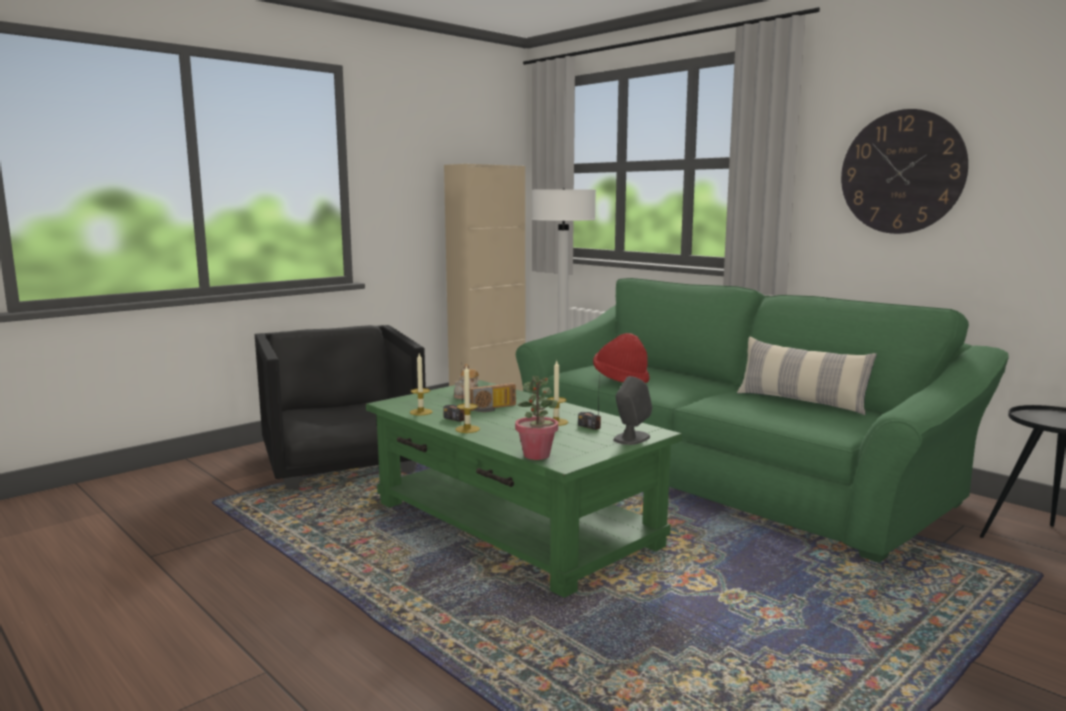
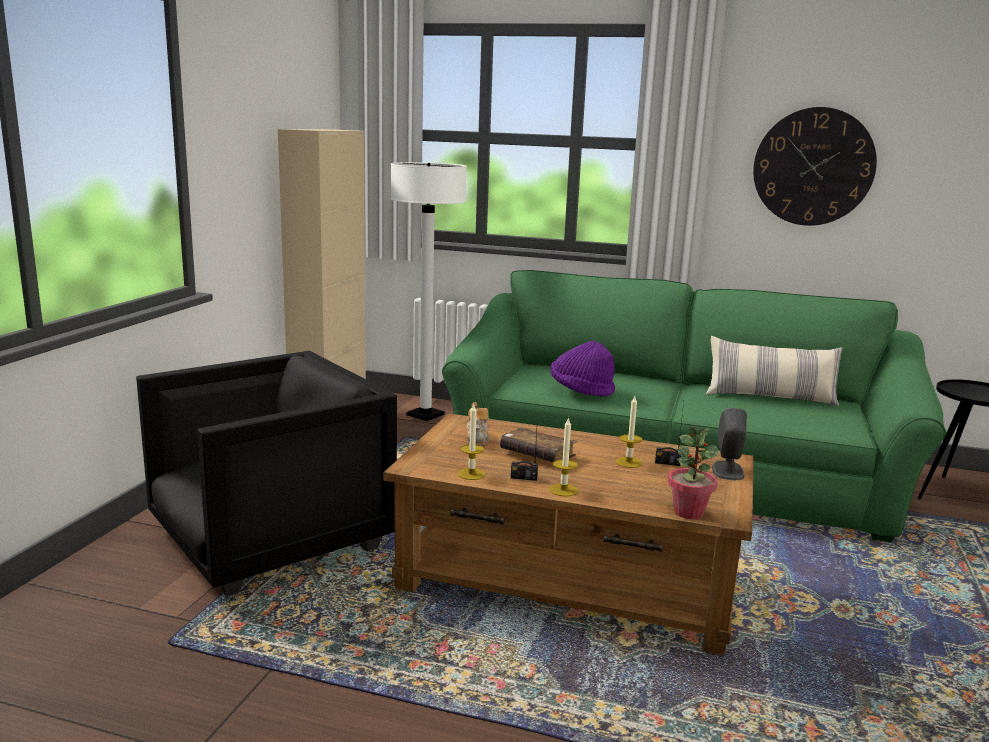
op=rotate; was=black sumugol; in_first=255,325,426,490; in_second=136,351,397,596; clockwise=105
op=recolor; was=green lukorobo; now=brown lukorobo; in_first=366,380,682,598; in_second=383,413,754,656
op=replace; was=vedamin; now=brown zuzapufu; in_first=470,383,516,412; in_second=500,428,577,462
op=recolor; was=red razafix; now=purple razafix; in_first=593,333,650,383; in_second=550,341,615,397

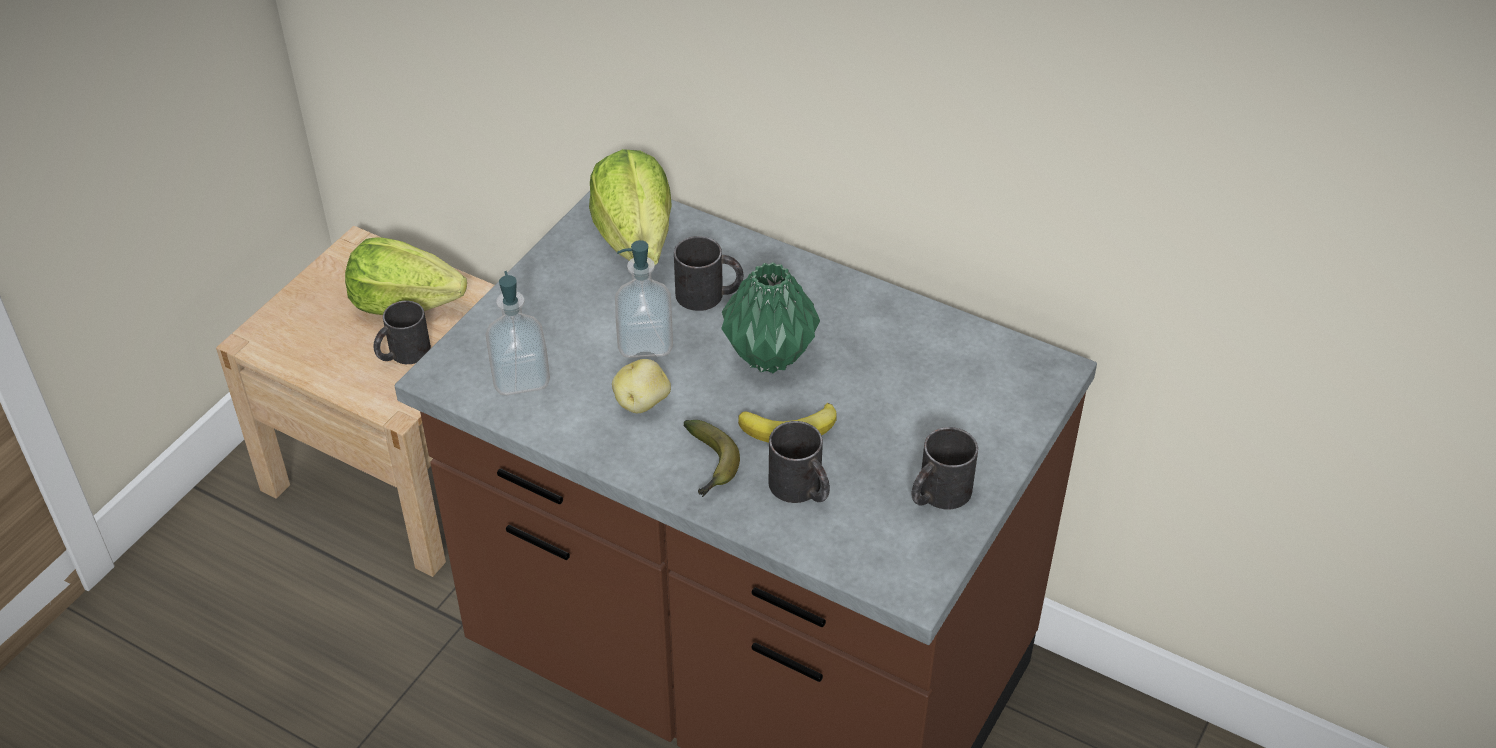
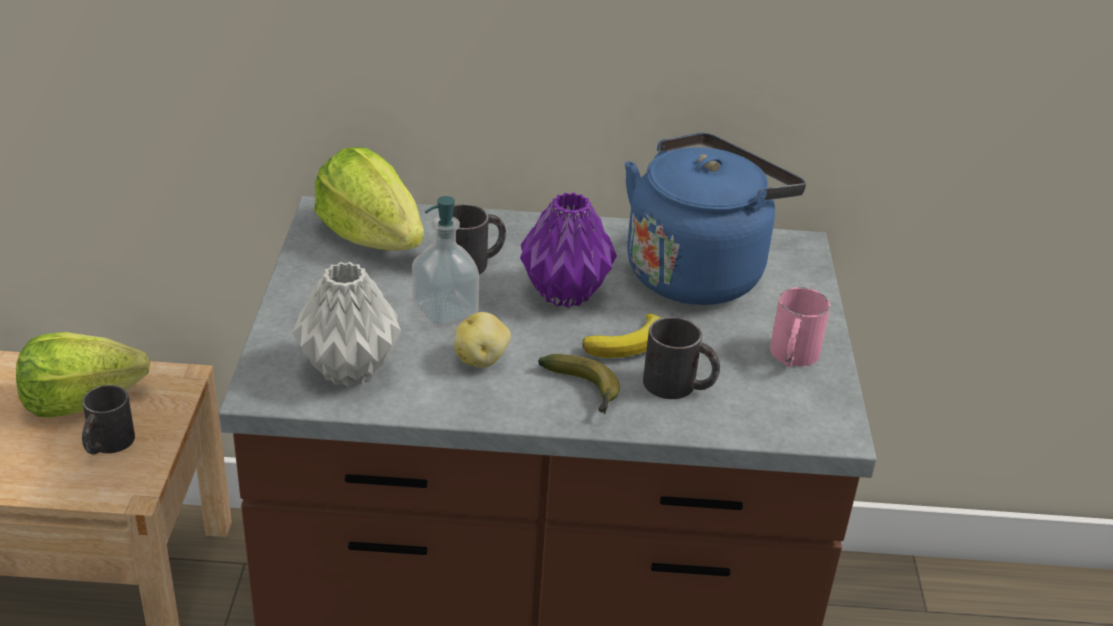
op=replace; was=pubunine; now=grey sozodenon; in_first=485,271,550,395; in_second=293,262,401,387
op=recolor; was=green sozodenon; now=purple sozodenon; in_first=721,262,820,373; in_second=520,192,617,308
op=insert; now=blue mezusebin; in_second=625,133,806,305
op=recolor; was=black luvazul; now=pink luvazul; in_first=912,427,978,509; in_second=770,287,830,367

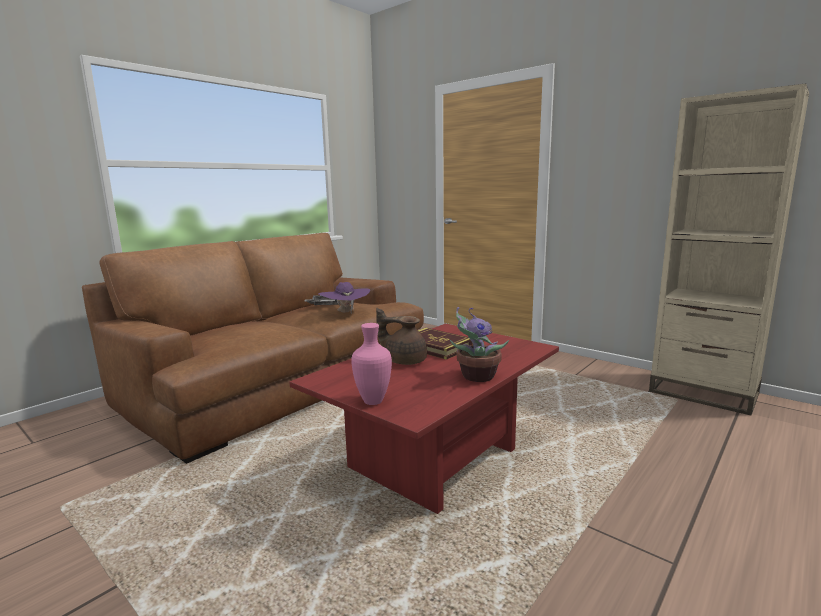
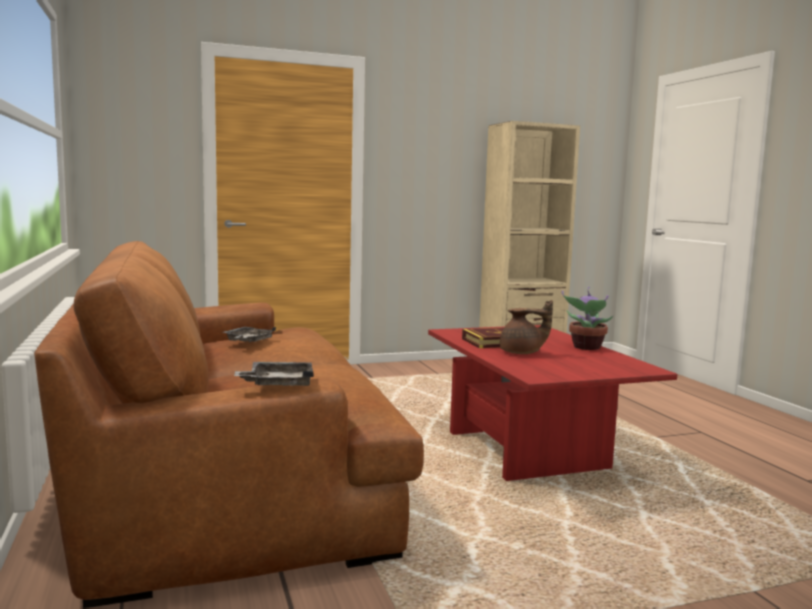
op=insert; now=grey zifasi; in_second=234,362,314,386
op=rotate; was=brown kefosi; in_first=376,308,427,365; in_second=500,300,553,354; clockwise=-135
op=delete; was=purple razafix; in_first=319,282,370,313
op=delete; was=pink sozodenon; in_first=352,323,392,405

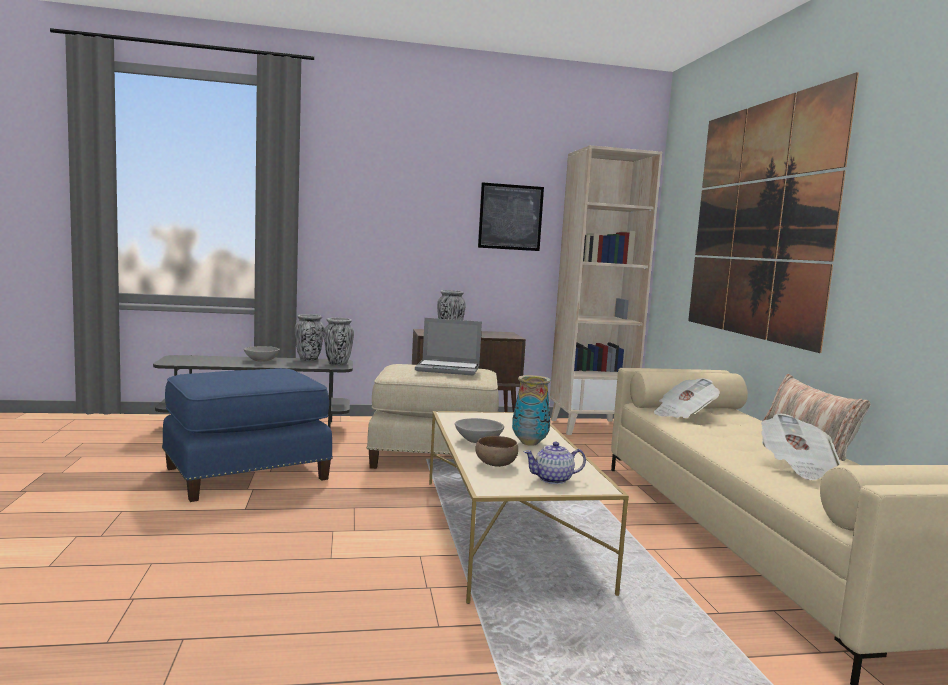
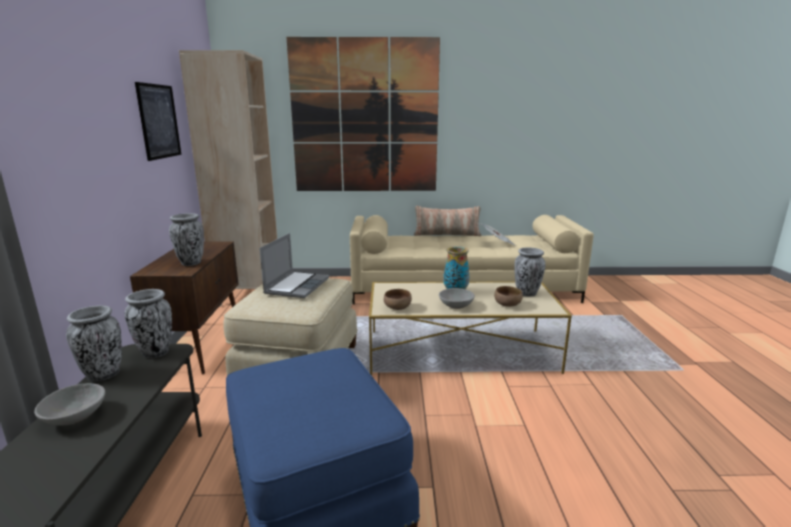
op=insert; now=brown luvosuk; in_second=384,289,412,310
op=replace; was=kefosi; now=sozodenon; in_first=524,442,586,484; in_second=514,247,545,296
op=delete; was=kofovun; in_first=654,378,720,418

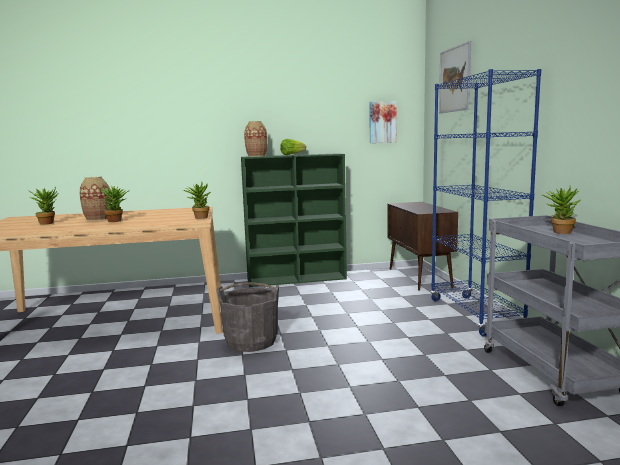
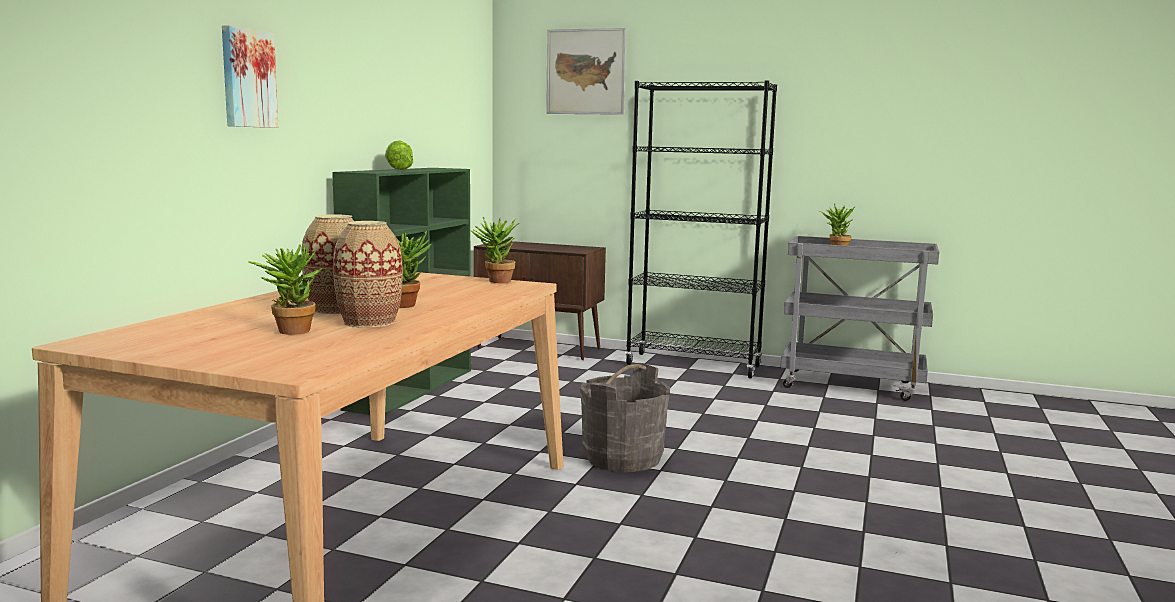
op=move; was=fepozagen; in_first=369,101,397,143; in_second=222,25,278,128
op=move; was=sozodenon; in_first=244,121,267,157; in_second=333,221,403,328
op=recolor; was=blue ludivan; now=black ludivan; in_first=430,69,541,337; in_second=625,80,777,378

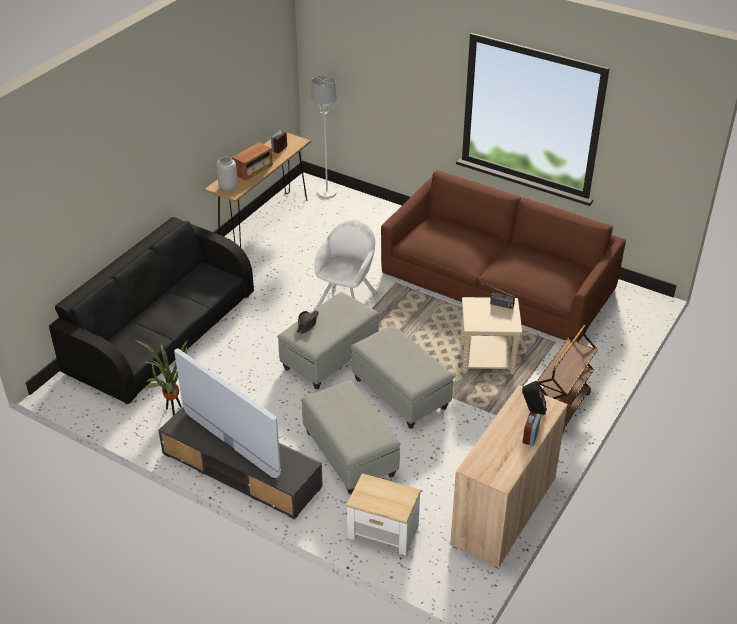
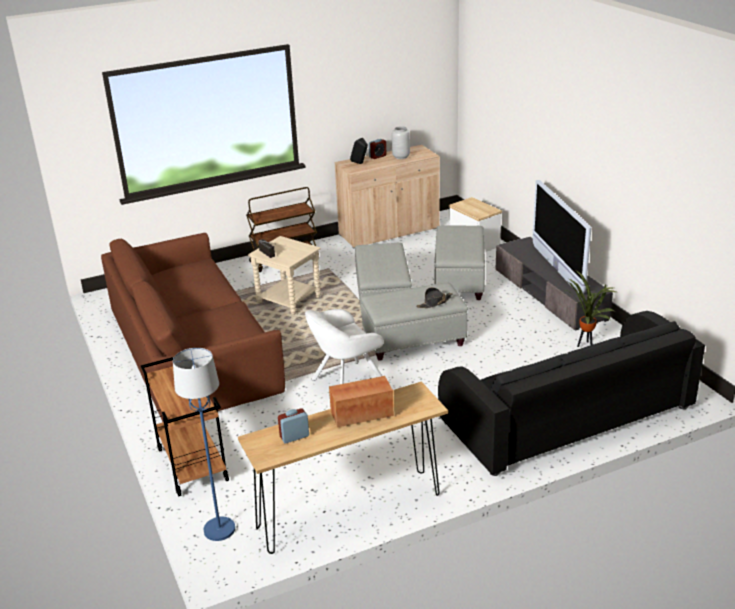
op=insert; now=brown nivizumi; in_second=141,357,229,497
op=recolor; was=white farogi; now=blue farogi; in_first=311,75,337,199; in_second=173,348,235,541
op=move; was=grey sozodenon; in_first=217,157,238,191; in_second=392,126,410,159

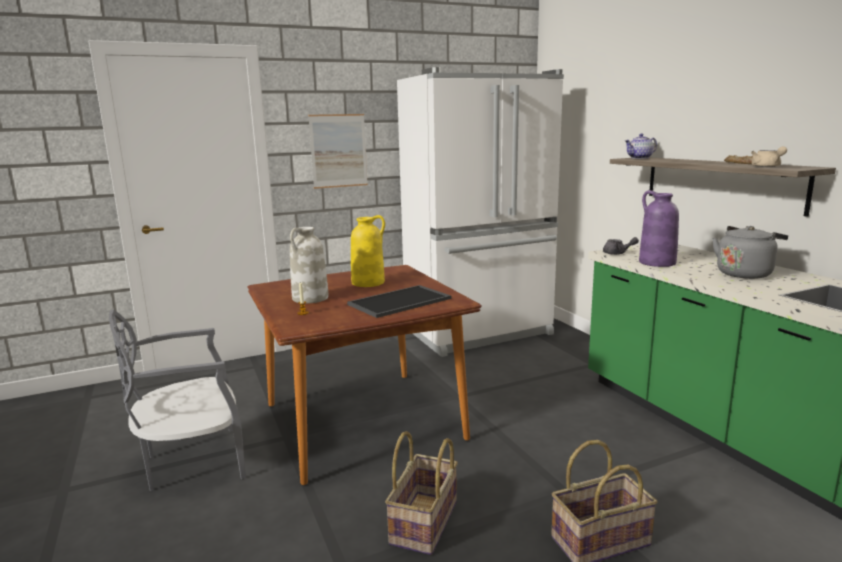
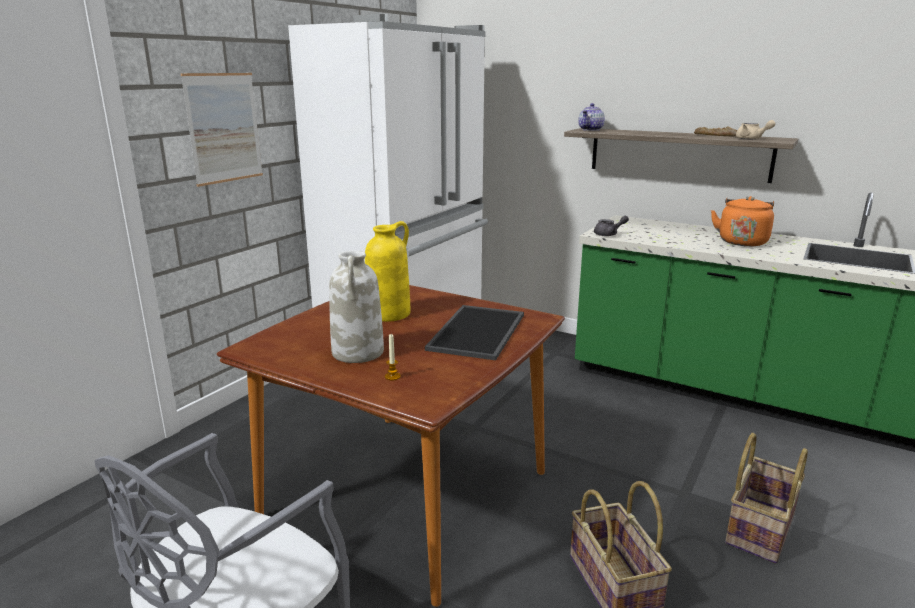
op=recolor; was=grey mezusebin; now=orange mezusebin; in_first=712,226,788,279; in_second=711,196,774,246
op=delete; was=purple sozodenon; in_first=639,190,679,267

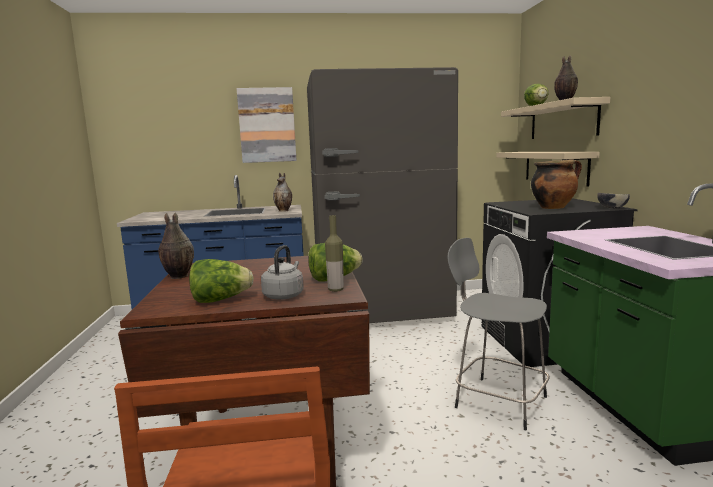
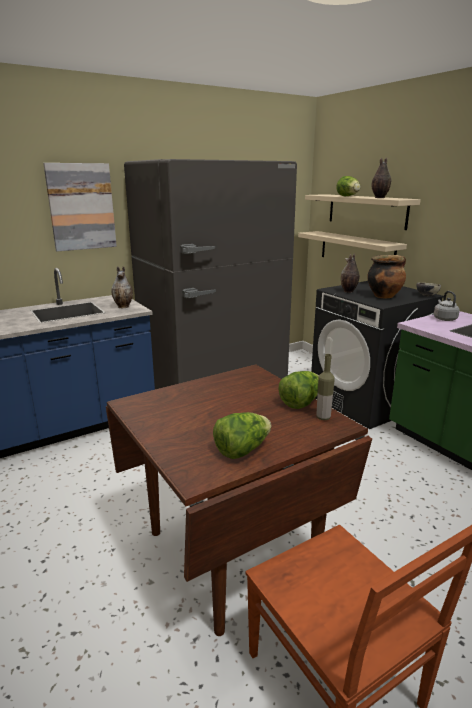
op=move; was=sozodenon; in_first=158,213,194,279; in_second=341,253,360,293
op=move; was=grey mezusebin; in_first=261,245,304,300; in_second=434,291,460,321
op=delete; was=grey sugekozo; in_first=447,238,550,430

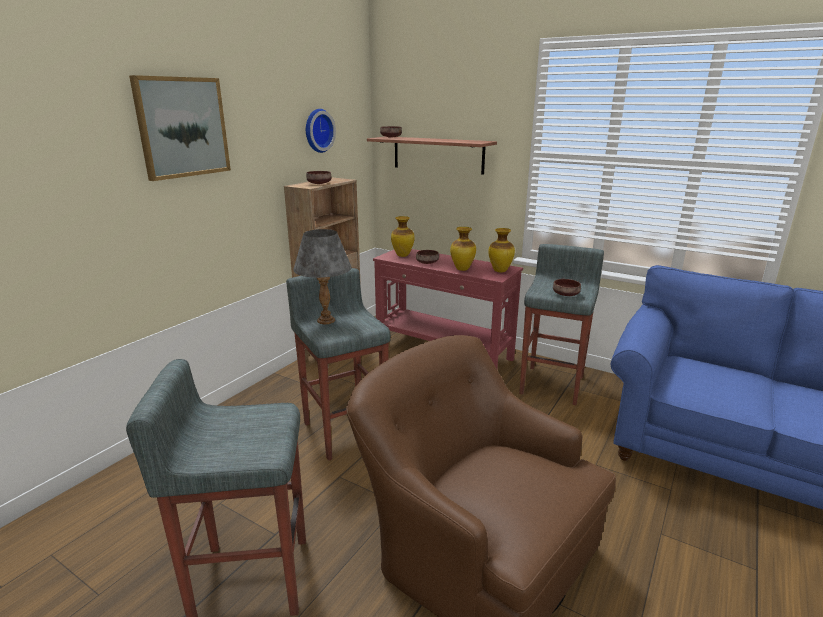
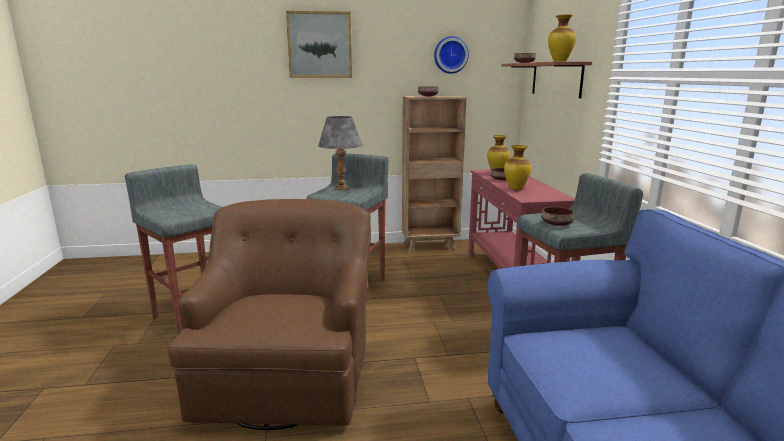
op=move; was=sozodenon; in_first=488,228,515,272; in_second=548,14,576,62

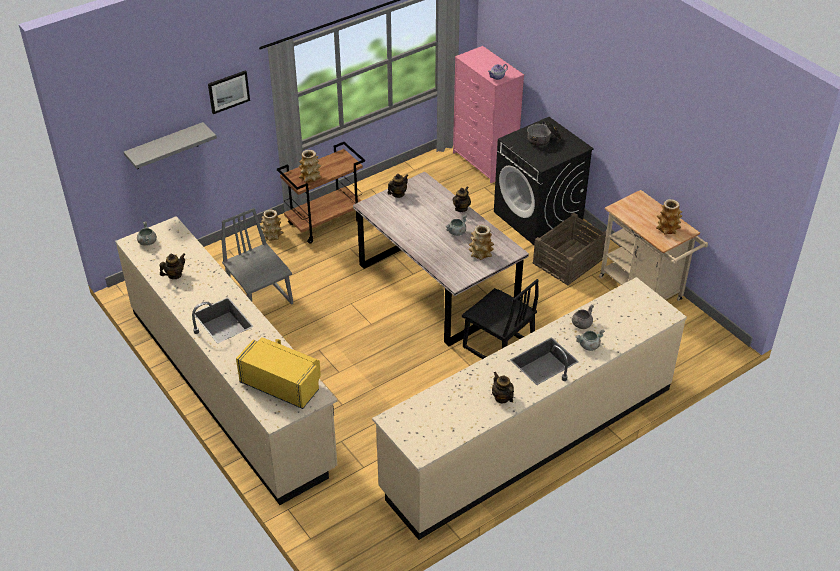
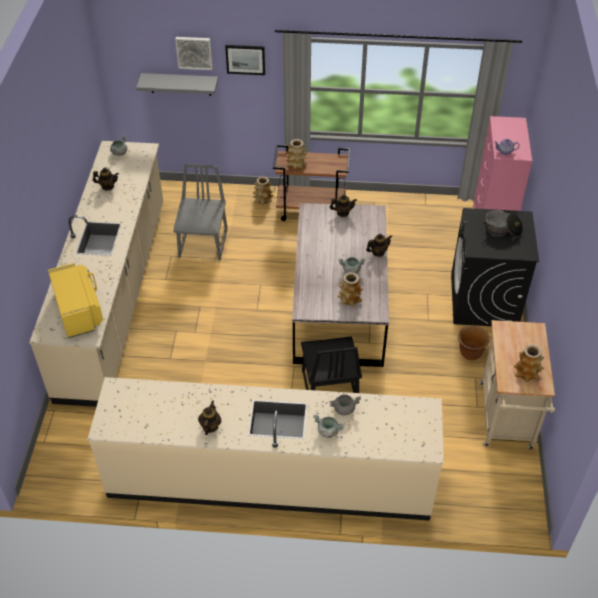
op=insert; now=fepozagen; in_second=175,37,212,70
op=replace; was=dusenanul; now=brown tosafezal; in_first=533,213,606,285; in_second=458,326,490,360

